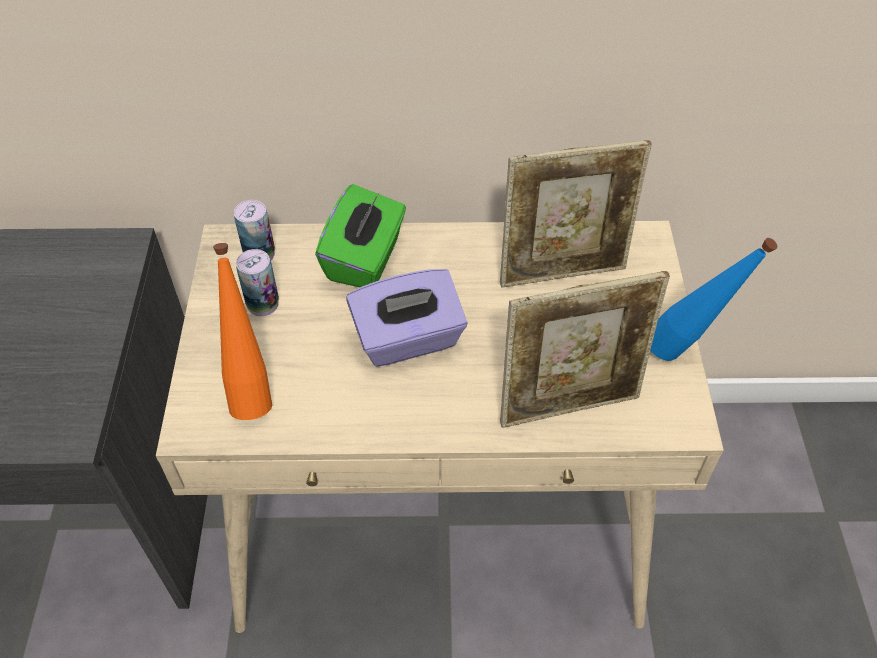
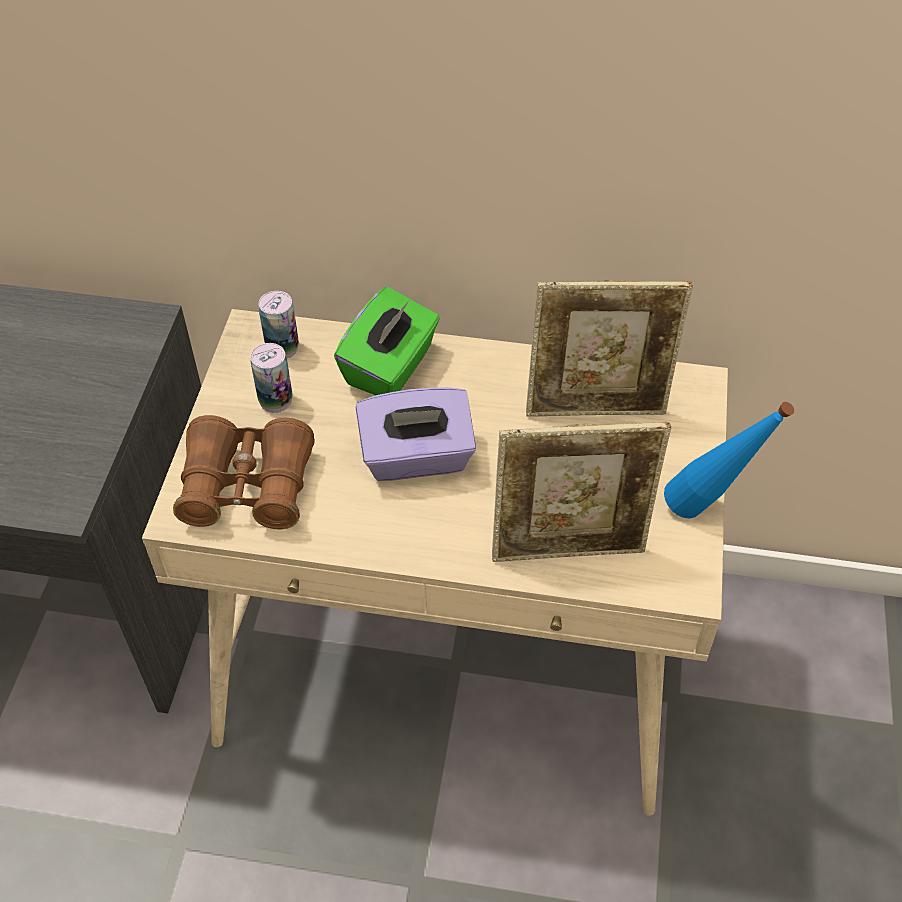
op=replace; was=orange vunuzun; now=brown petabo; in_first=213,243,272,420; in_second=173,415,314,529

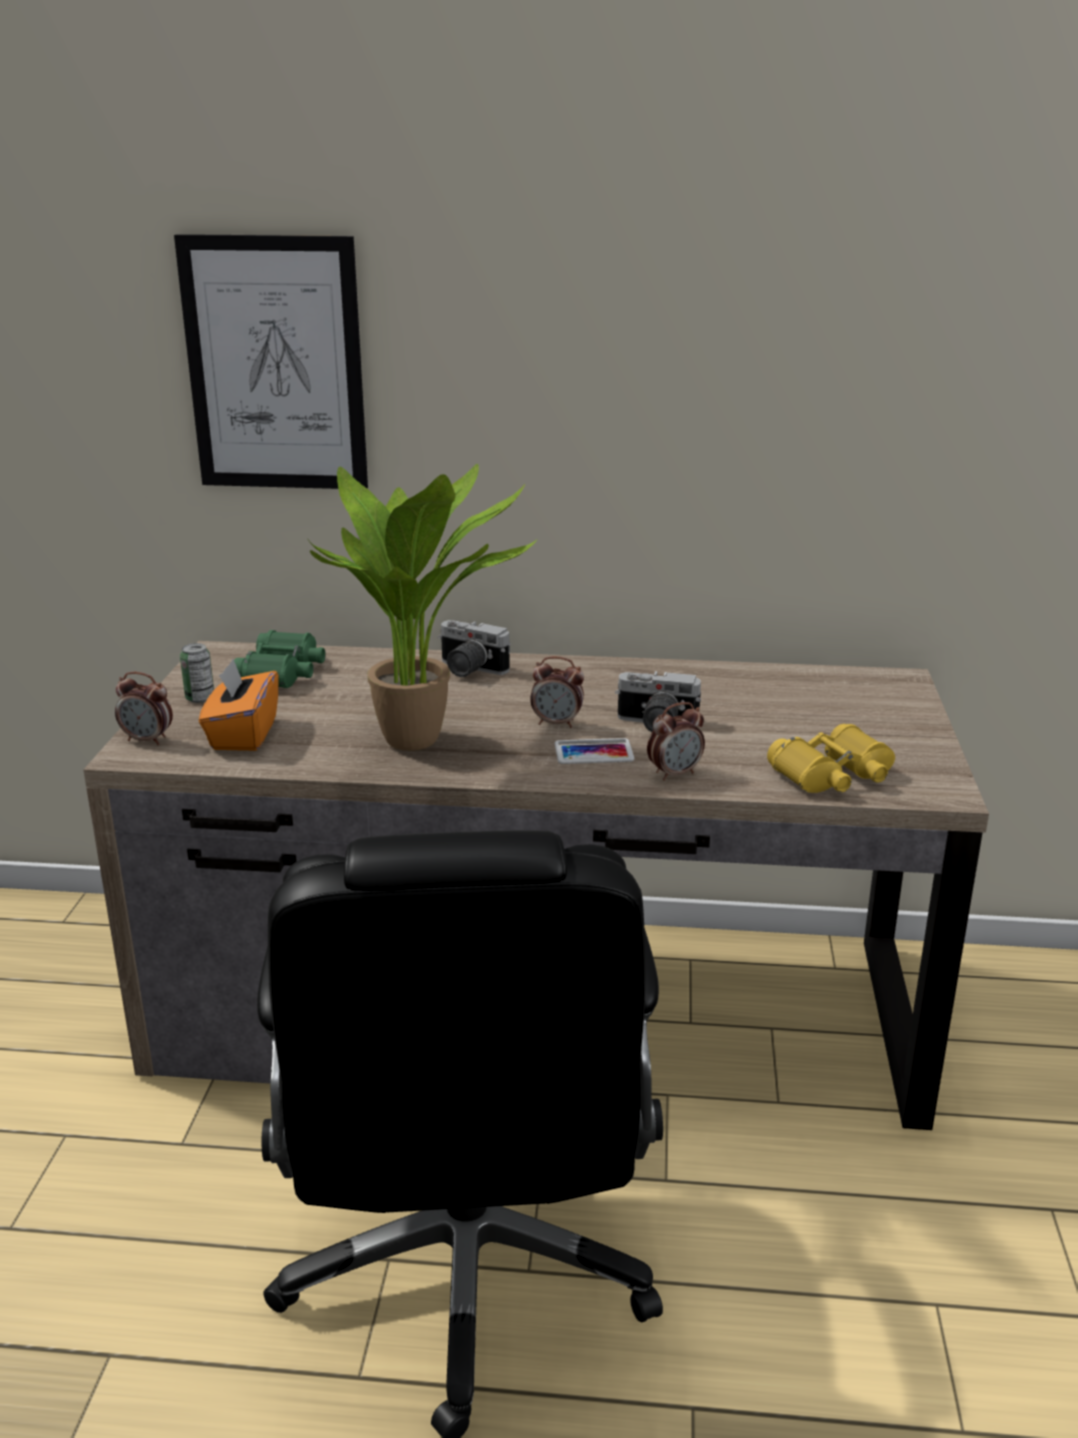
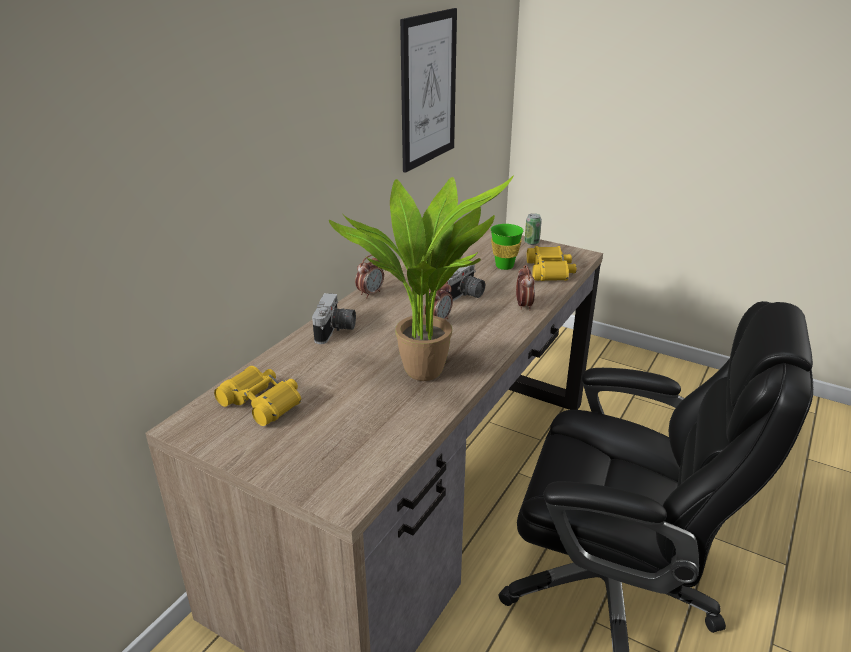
op=recolor; was=green petabo; now=yellow petabo; in_first=234,630,326,688; in_second=214,366,301,426
op=rotate; was=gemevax; in_first=438,620,511,677; in_second=312,293,356,344; clockwise=-45
op=move; was=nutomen; in_first=115,672,173,745; in_second=355,255,384,298
op=move; was=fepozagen; in_first=174,234,368,489; in_second=400,8,457,173
op=insert; now=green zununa; in_second=491,224,523,270
op=move; was=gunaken; in_first=180,643,214,703; in_second=525,213,542,245
op=delete; was=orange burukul; in_first=199,659,279,751
op=delete; was=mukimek; in_first=555,738,634,764

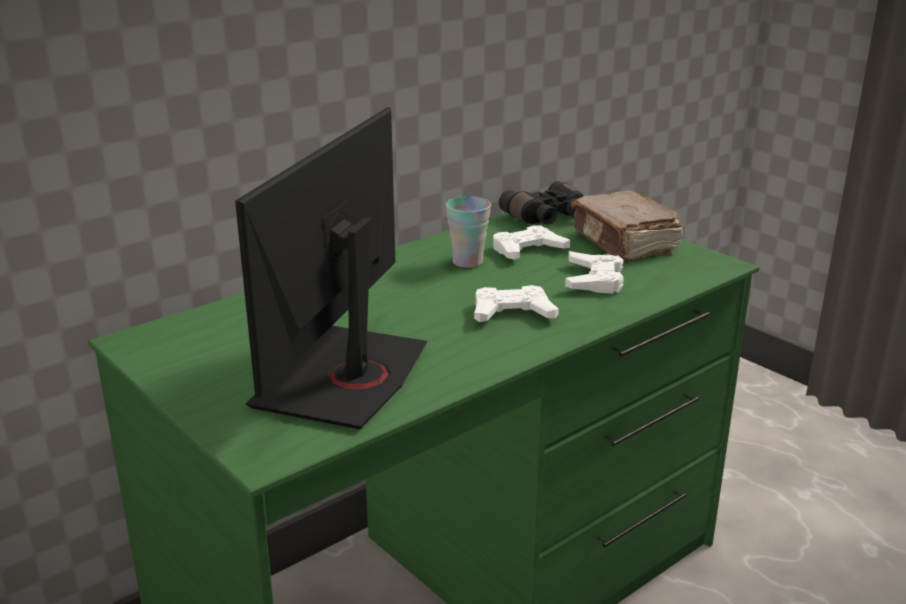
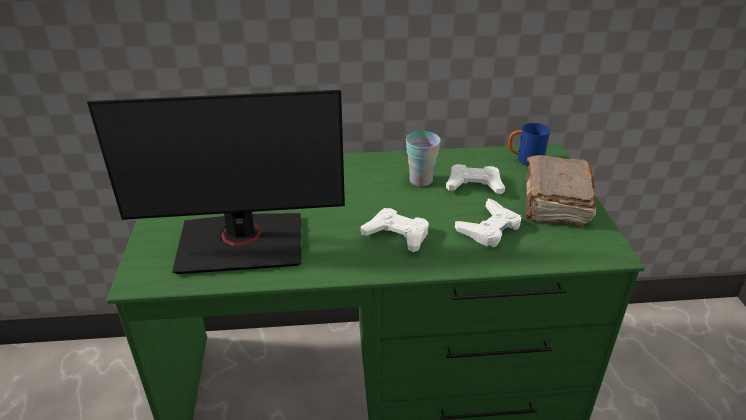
op=rotate; was=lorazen; in_first=235,107,428,429; in_second=87,90,345,274; clockwise=-150
op=replace; was=black petabo; now=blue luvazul; in_first=499,181,584,225; in_second=508,123,550,167

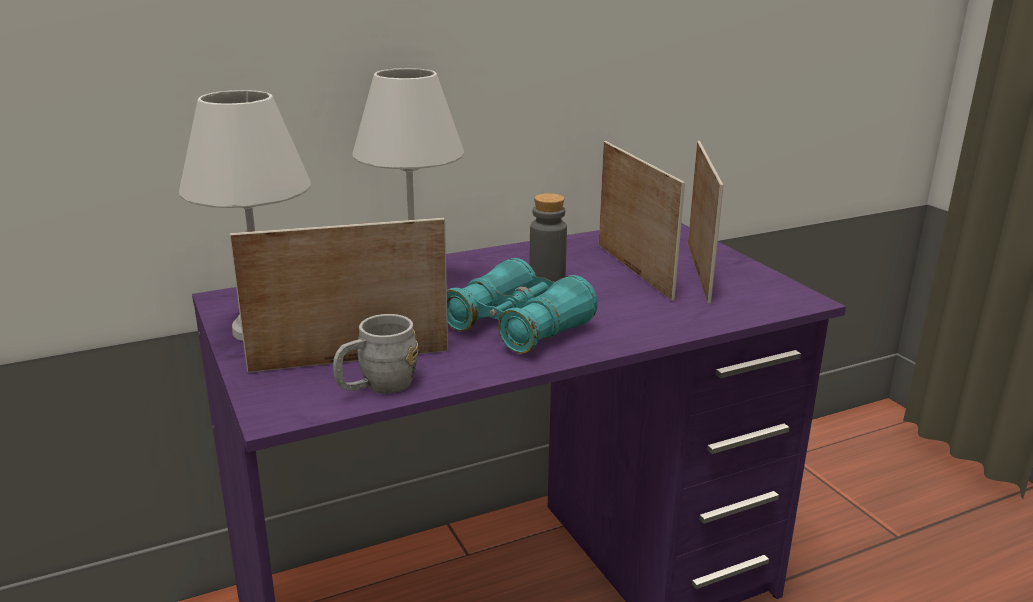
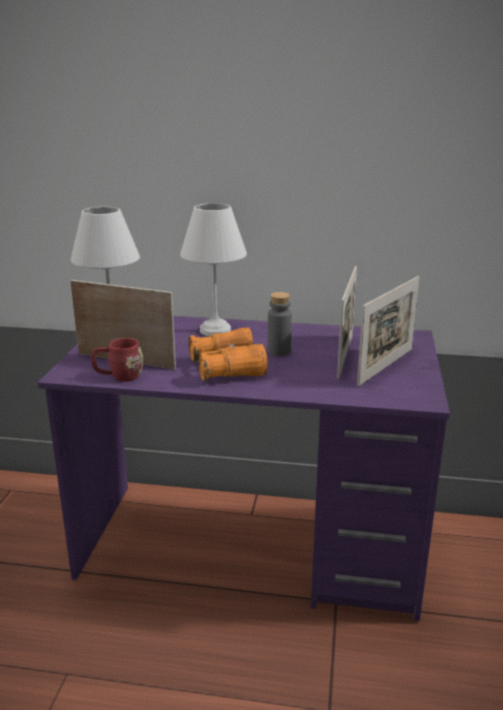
op=recolor; was=grey luvazul; now=red luvazul; in_first=333,314,418,394; in_second=91,338,143,382
op=recolor; was=turquoise petabo; now=orange petabo; in_first=447,258,598,353; in_second=189,327,268,381

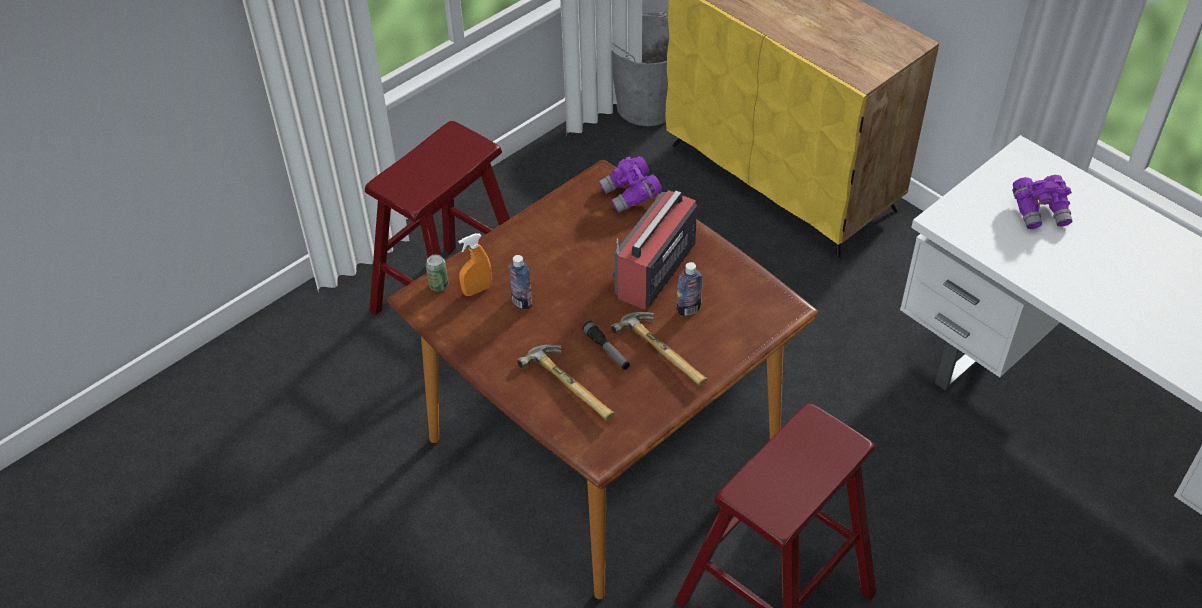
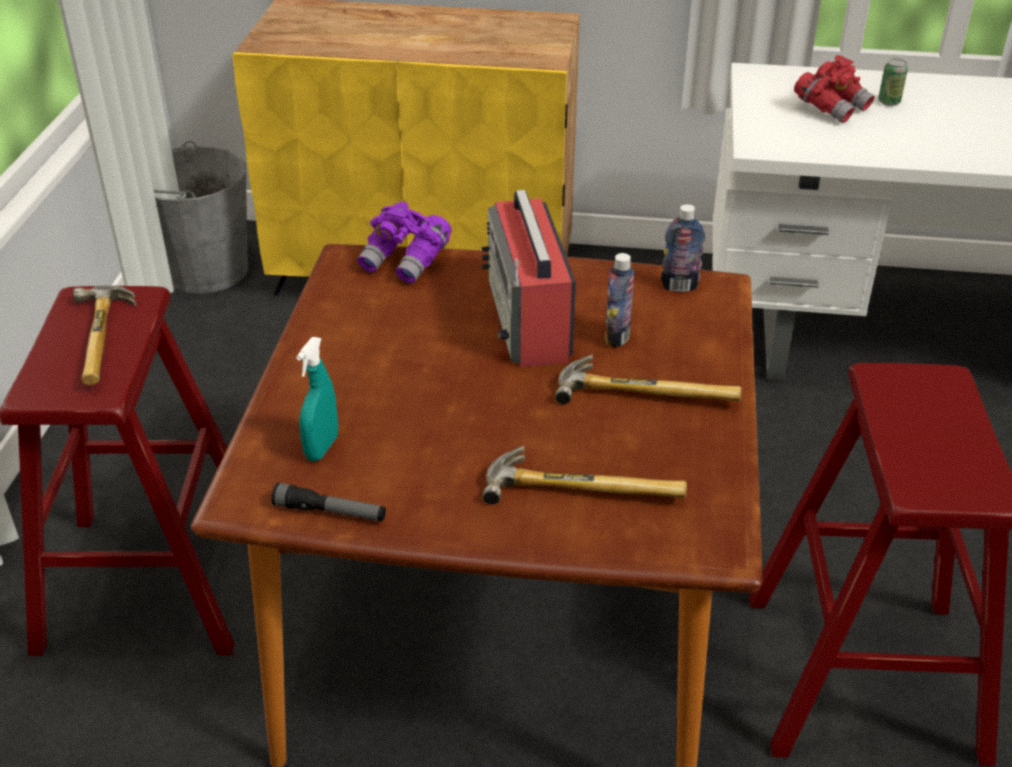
op=insert; now=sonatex; in_second=73,285,137,385
op=move; was=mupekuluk; in_first=582,321,630,370; in_second=271,483,386,521
op=recolor; was=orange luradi; now=turquoise luradi; in_first=458,233,492,296; in_second=296,337,338,461
op=move; was=vunuzun; in_first=509,255,532,309; in_second=661,204,705,292
op=recolor; was=purple petabo; now=red petabo; in_first=1012,175,1072,229; in_second=794,55,875,123
op=move; was=gunaken; in_first=426,254,448,291; in_second=878,58,908,106

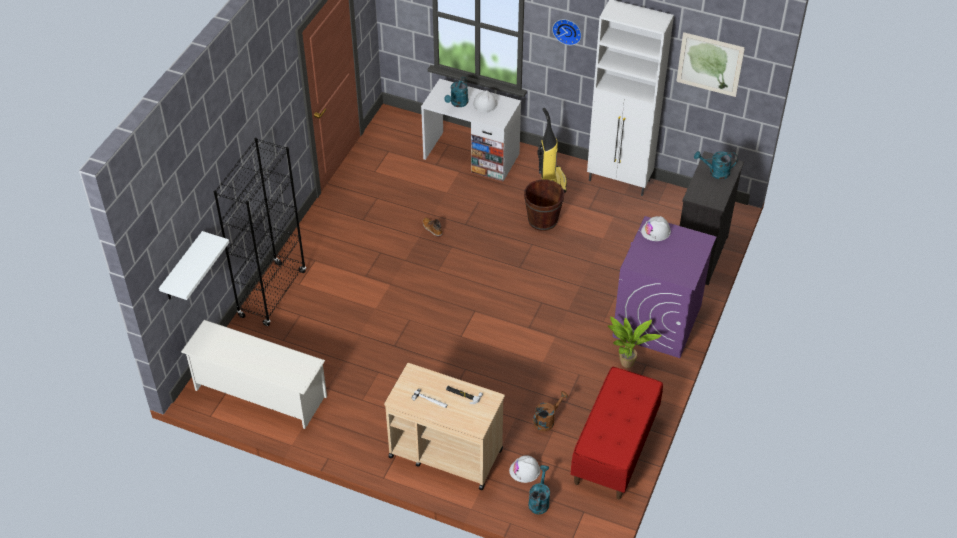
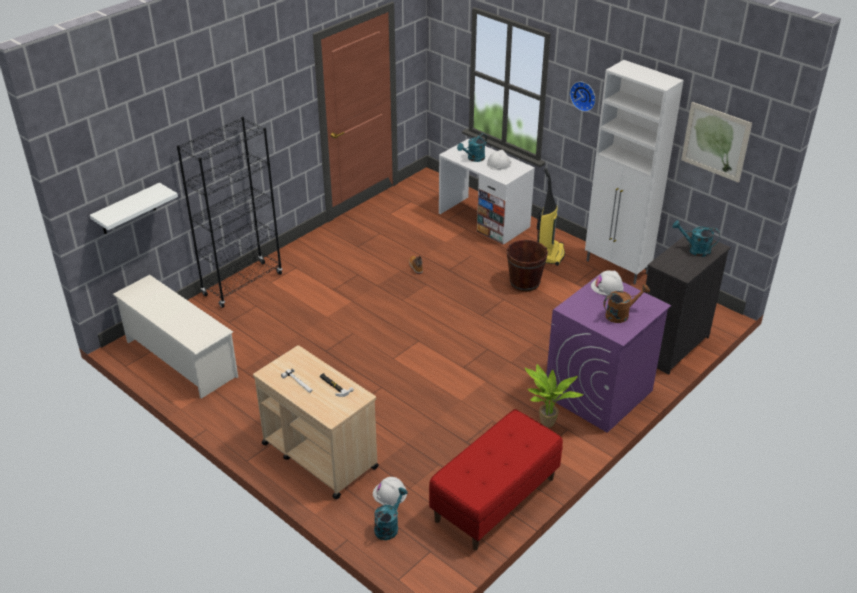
op=move; was=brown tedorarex; in_first=533,391,568,431; in_second=603,284,650,323

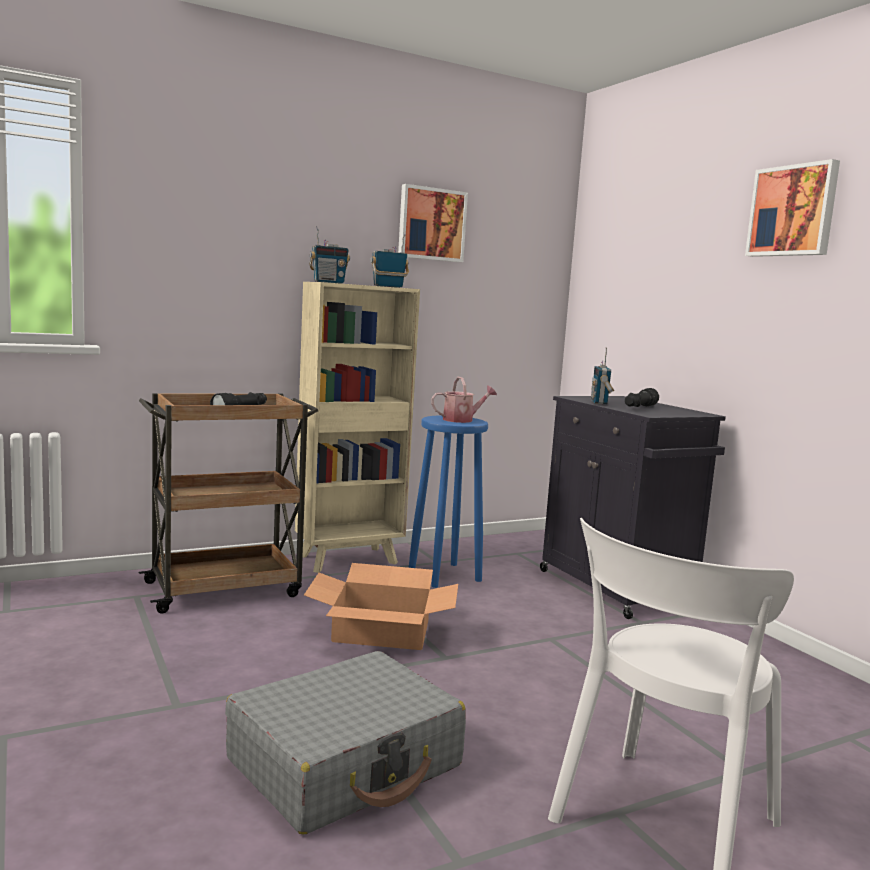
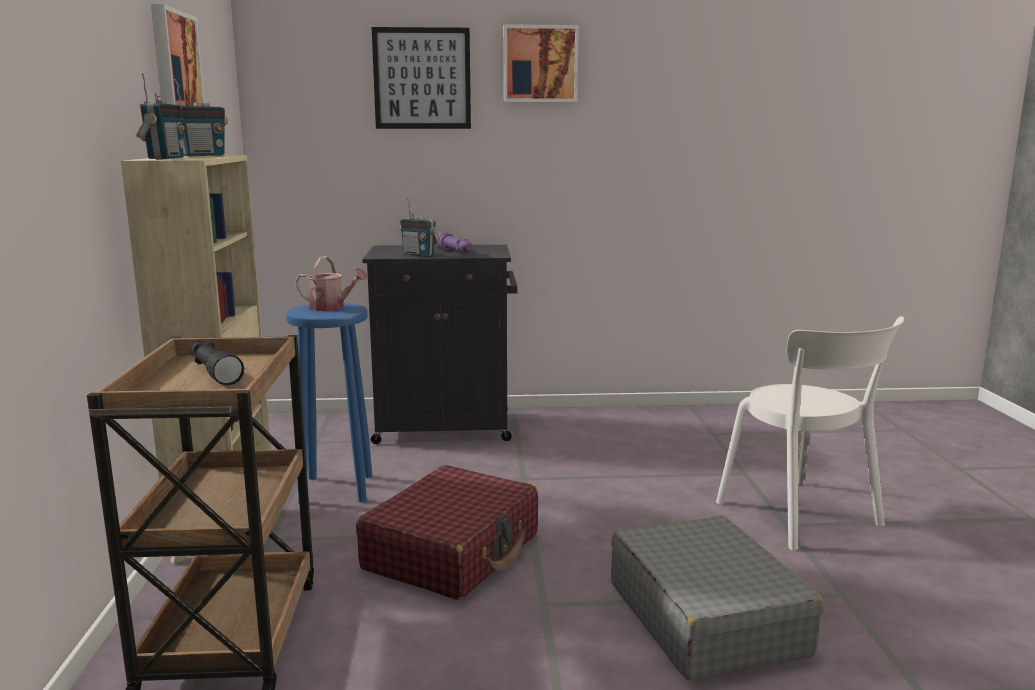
op=rotate; was=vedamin; in_first=370,234,409,288; in_second=174,79,228,156; clockwise=-135
op=rotate; was=tedorarex; in_first=431,377,497,423; in_second=295,256,368,311; clockwise=105
op=replace; was=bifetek; now=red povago; in_first=304,563,458,650; in_second=356,465,538,600
op=insert; now=fepozagen; in_second=372,27,471,129
op=recolor; was=black mupekuluk; now=purple mupekuluk; in_first=625,388,659,407; in_second=435,232,472,252

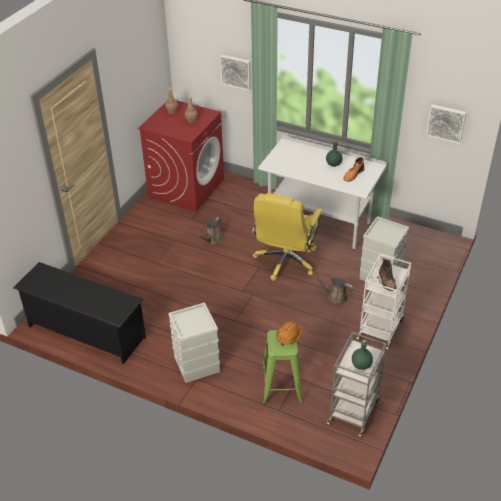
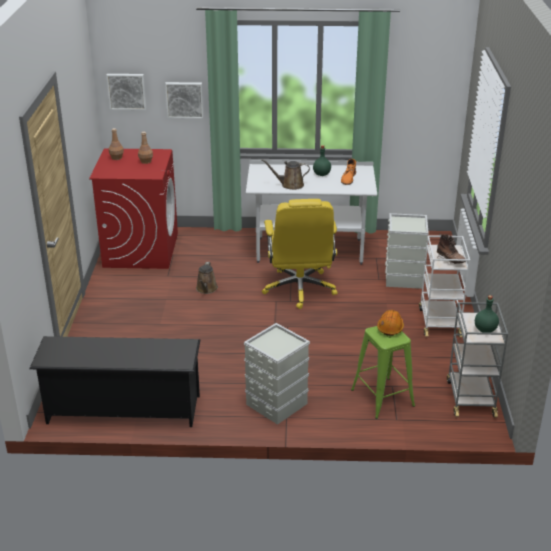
op=move; was=fepozagen; in_first=426,104,466,144; in_second=106,74,146,110
op=move; was=brown tedorarex; in_first=311,271,354,305; in_second=262,159,310,190

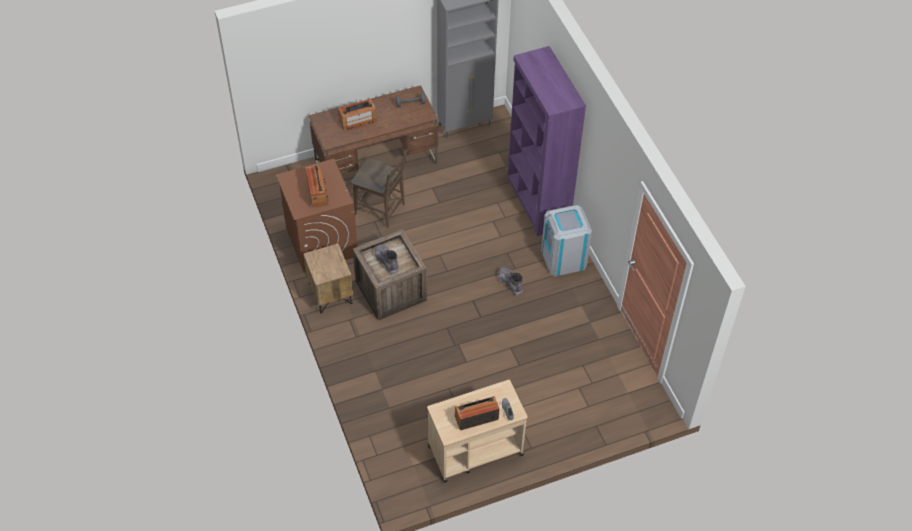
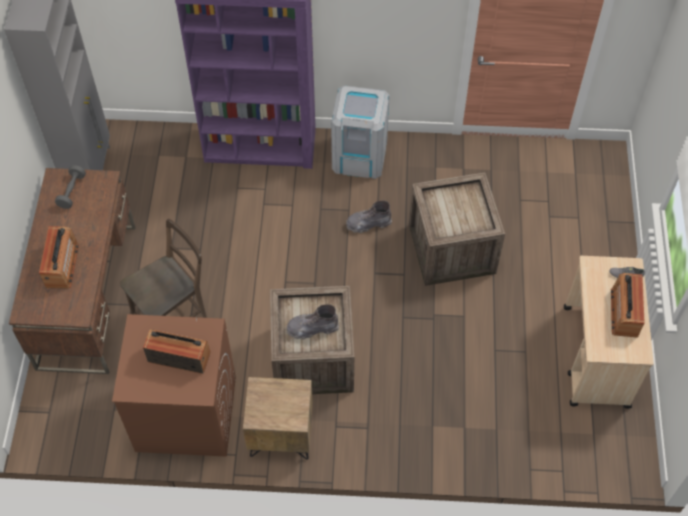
op=insert; now=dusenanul; in_second=409,172,505,286

